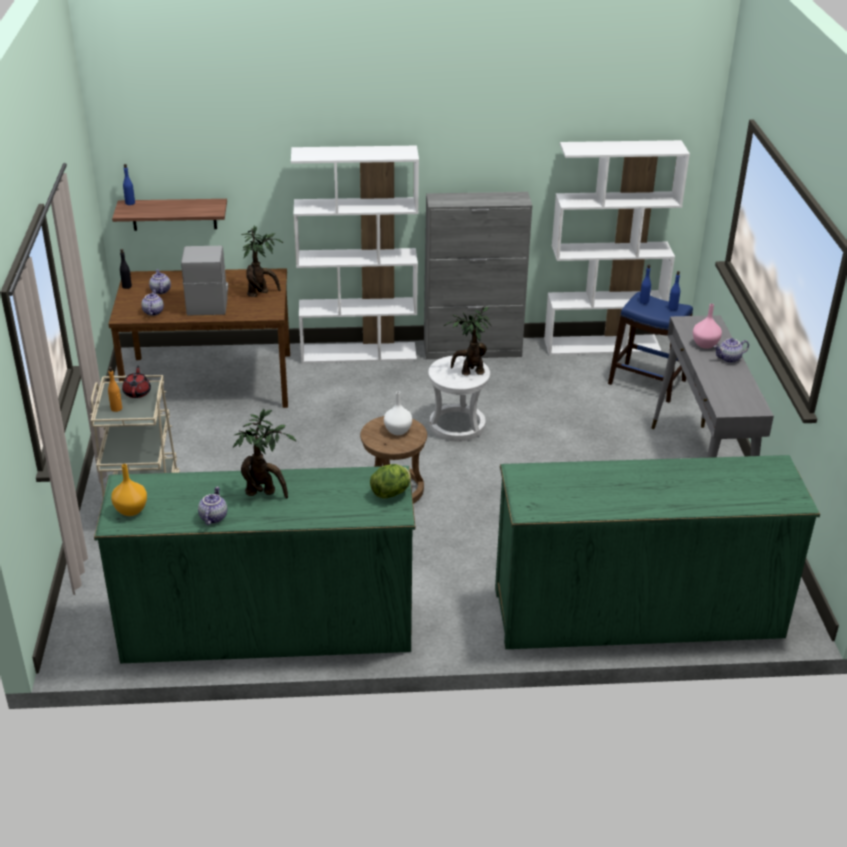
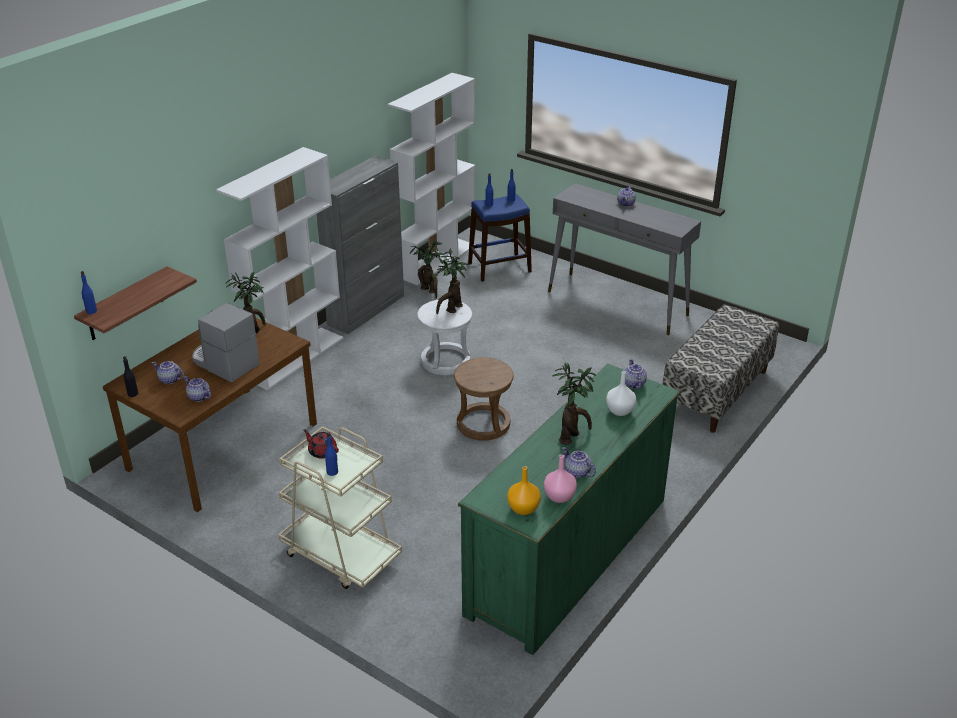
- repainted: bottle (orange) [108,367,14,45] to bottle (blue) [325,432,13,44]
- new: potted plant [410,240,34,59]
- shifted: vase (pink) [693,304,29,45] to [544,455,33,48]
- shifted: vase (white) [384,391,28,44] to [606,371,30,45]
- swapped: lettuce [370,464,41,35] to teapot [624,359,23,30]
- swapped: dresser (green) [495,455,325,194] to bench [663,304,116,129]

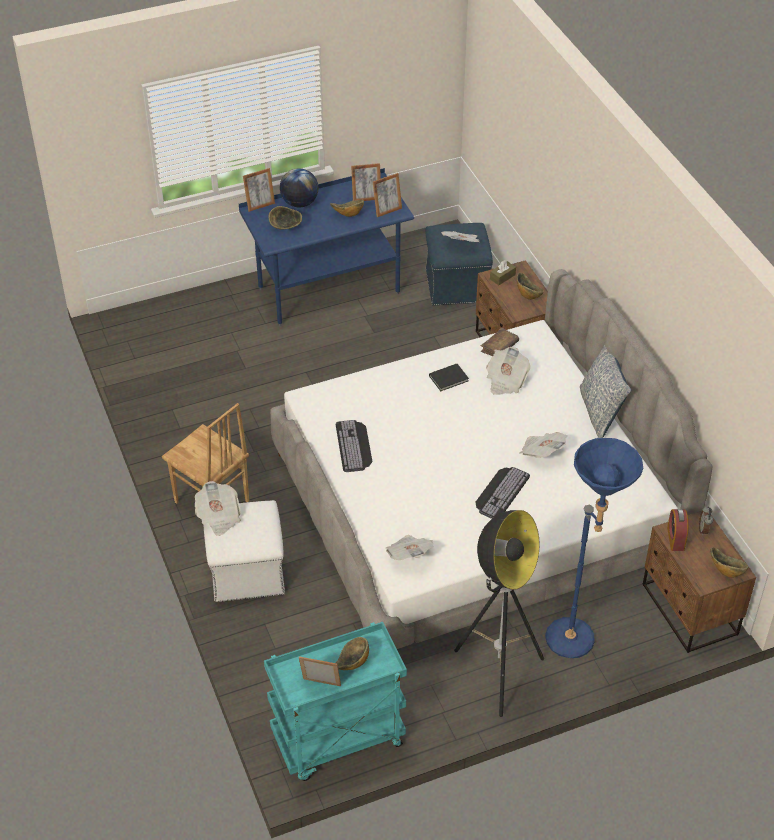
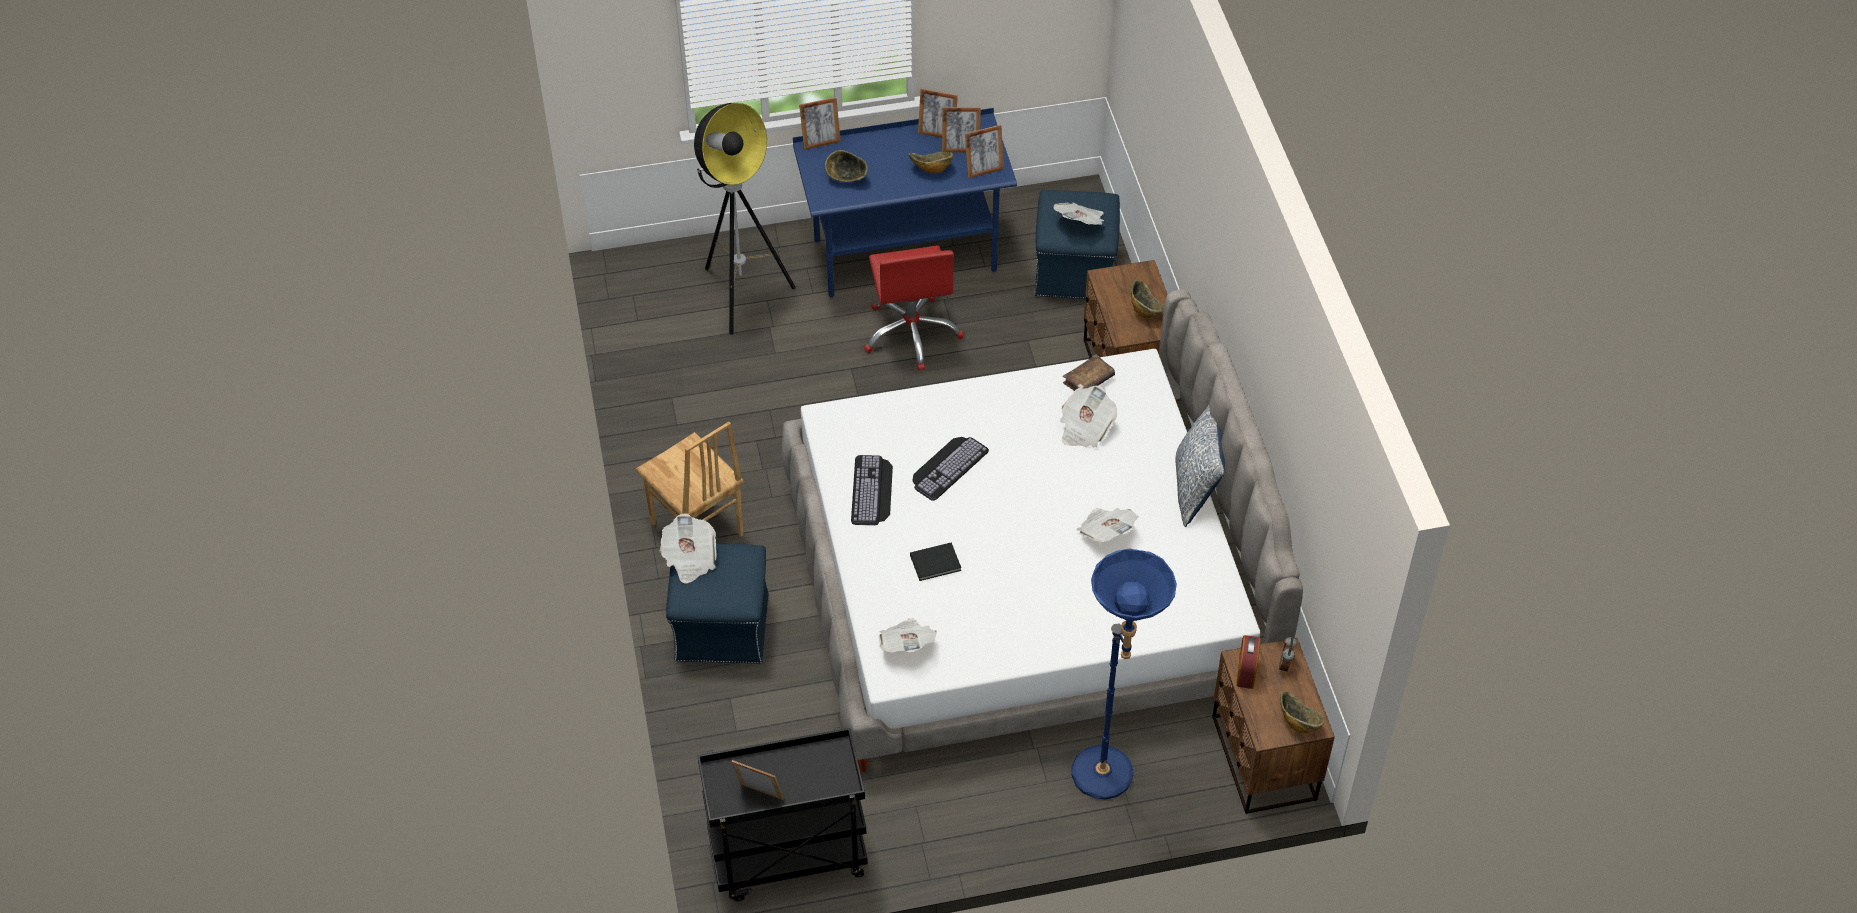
- repainted: ottoman (white) [203,500,82,102] to ottoman (blue) [666,544,103,119]
- shifted: floor lamp [454,510,90,207] to [694,103,102,232]
- repainted: cart (turquoise) [264,622,143,159] to cart (black) [697,727,171,174]
- new: office chair (red) [864,245,100,125]
- shifted: book (black) [429,364,40,27] to [910,542,51,39]
- shifted: keyboard [476,467,54,52] to [912,437,77,64]
- new: picture frame [918,89,40,49]
- gone: globe [280,168,39,40]
- gone: bowl [336,637,33,33]
- gone: tissue box (brown) [490,260,26,25]

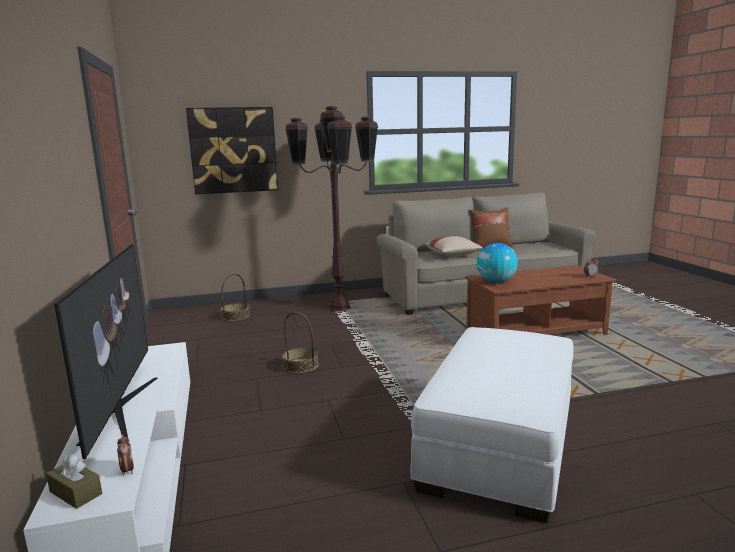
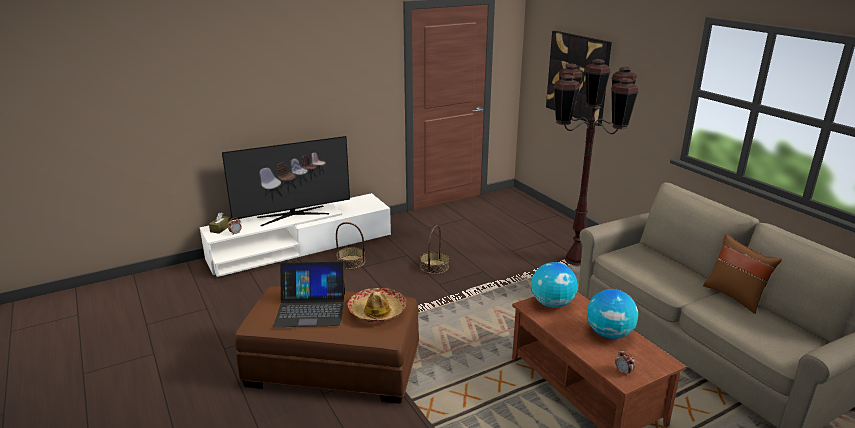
- repainted: ottoman (white) [411,327,163,196] to ottoman (brown) [234,286,185,118]
- new: laptop [273,261,72,66]
- shifted: basket [220,273,30,48] to [336,222,29,47]
- new: hat [348,288,58,34]
- new: globe [587,289,51,50]
- gone: pillow (beige) [424,236,59,20]

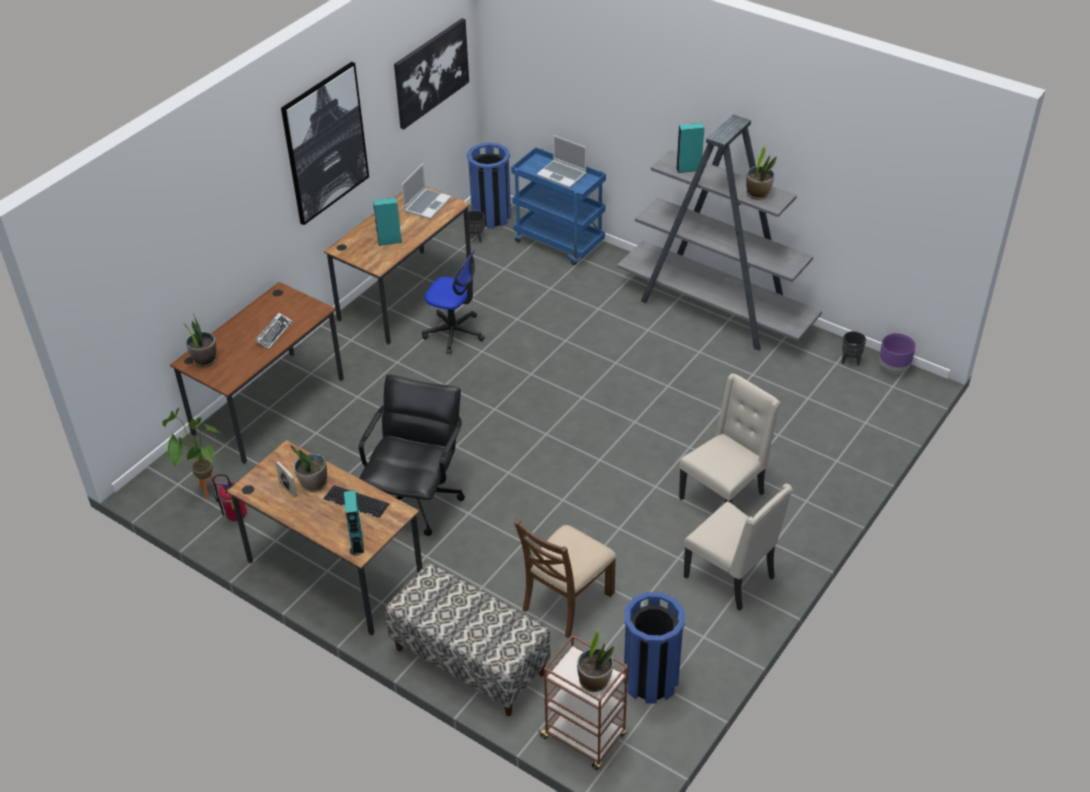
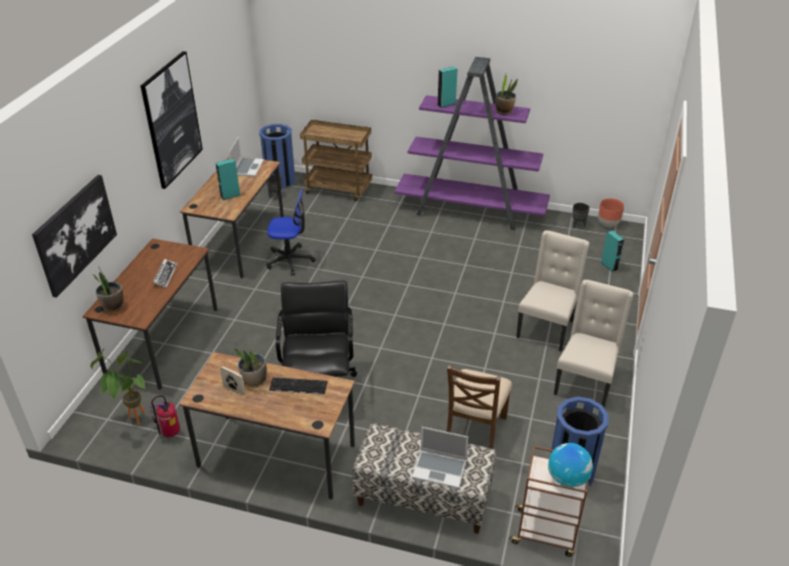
- shifted: picture [394,18,75,111] to [32,175,85,123]
- repainted: cart (blue) [511,147,95,118] to cart (brown) [300,120,72,81]
- repainted: bookcase (grey) [617,114,205,237] to bookcase (purple) [394,57,156,173]
- shifted: laptop [537,135,50,53] to [412,427,56,62]
- swapped: potted plant [577,628,37,64] to globe [548,443,45,44]
- rotated: chair (beige) [684,483,109,128] = [554,280,79,128] 90 degrees counterclockwise
- repainted: planter (purple) [879,333,37,41] to planter (brown) [598,198,26,29]
- shifted: speaker (turquoise) [344,490,20,65] to [601,230,23,42]

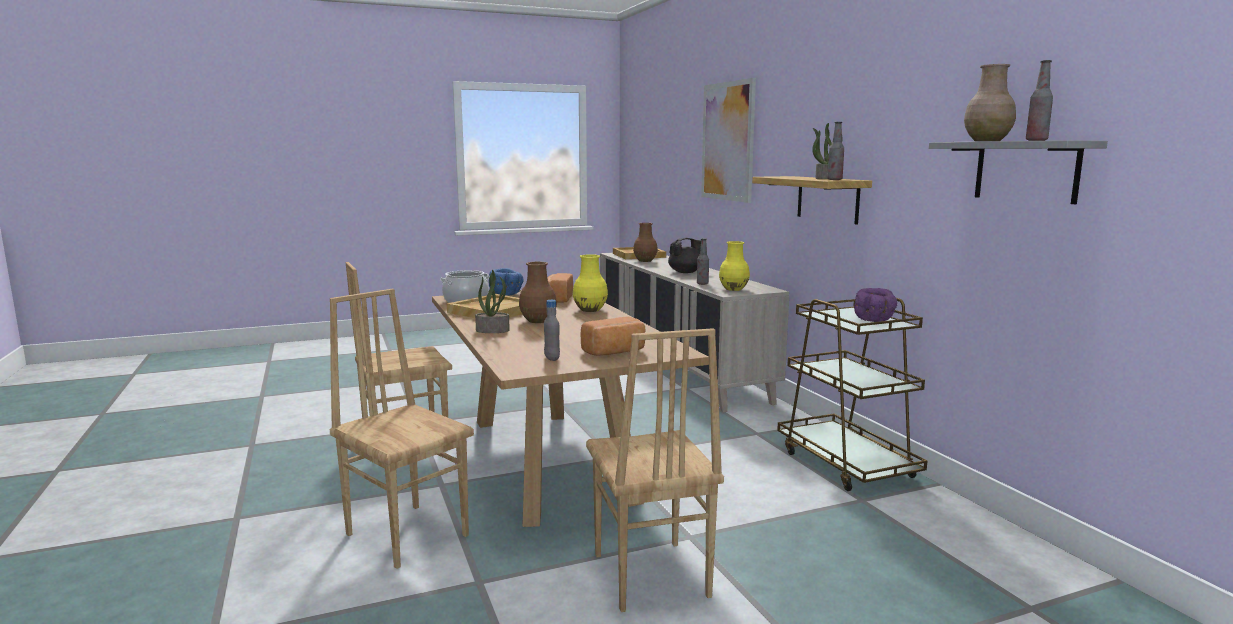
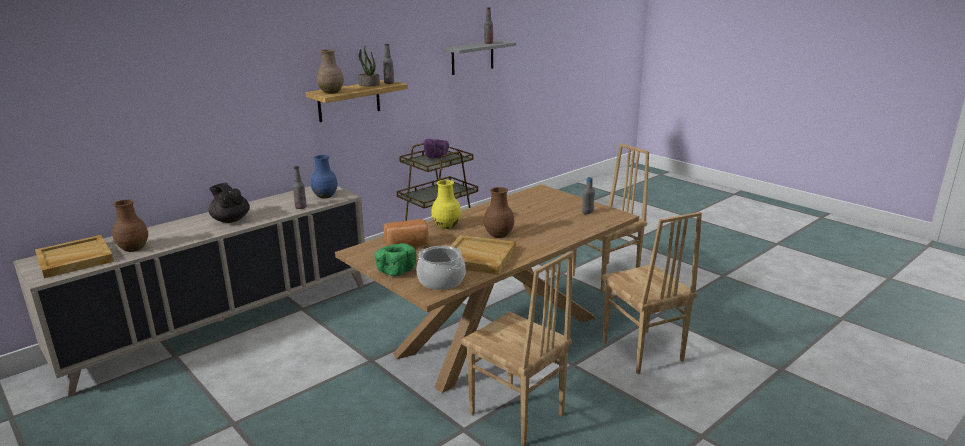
- repainted: vase (yellow) [719,241,31,50] to vase (blue) [311,155,27,44]
- shifted: vase (brown) [964,64,52,77] to [317,49,27,45]
- repainted: bowl (blue) [489,268,35,28] to bowl (green) [375,243,42,33]
- rotated: chair (brown) [330,289,144,280] = [601,212,101,162] 45 degrees counterclockwise
- gone: potted plant [475,270,35,63]
- gone: bread [580,316,66,40]
- gone: picture [701,78,55,125]

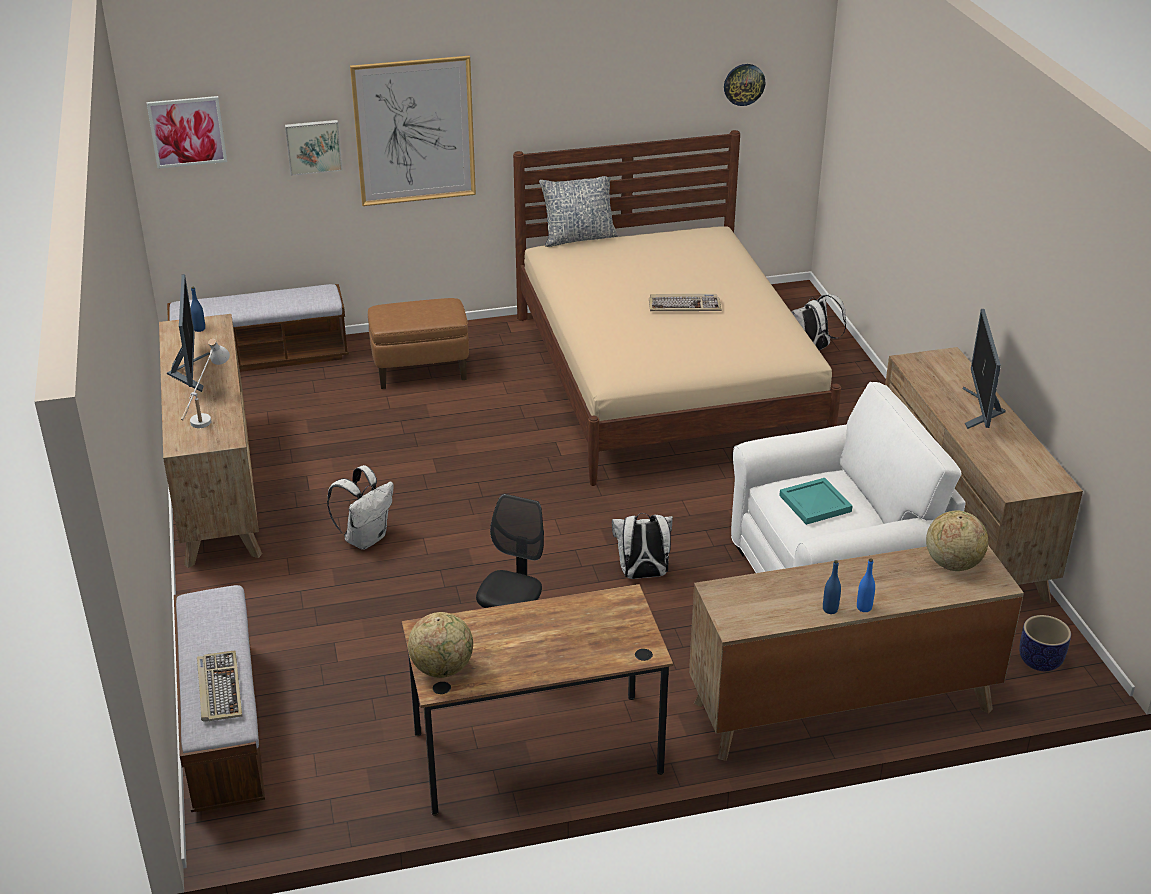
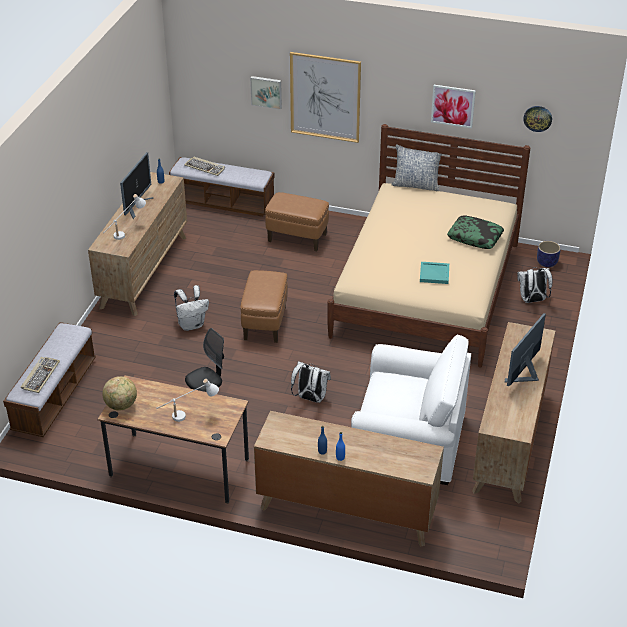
- new: table lamp (white) [156,379,63,43]
- shifted: keyboard [649,294,72,17] to [184,157,41,19]
- new: ottoman (brown) [240,270,48,73]
- shifted: tray (turquoise) [779,478,73,47] to [420,262,29,22]
- shifted: picture [147,96,80,73] to [431,85,45,43]
- new: pillow [447,215,57,34]
- shifted: planter [1019,615,52,56] to [537,241,24,26]
- gone: globe [926,510,62,61]

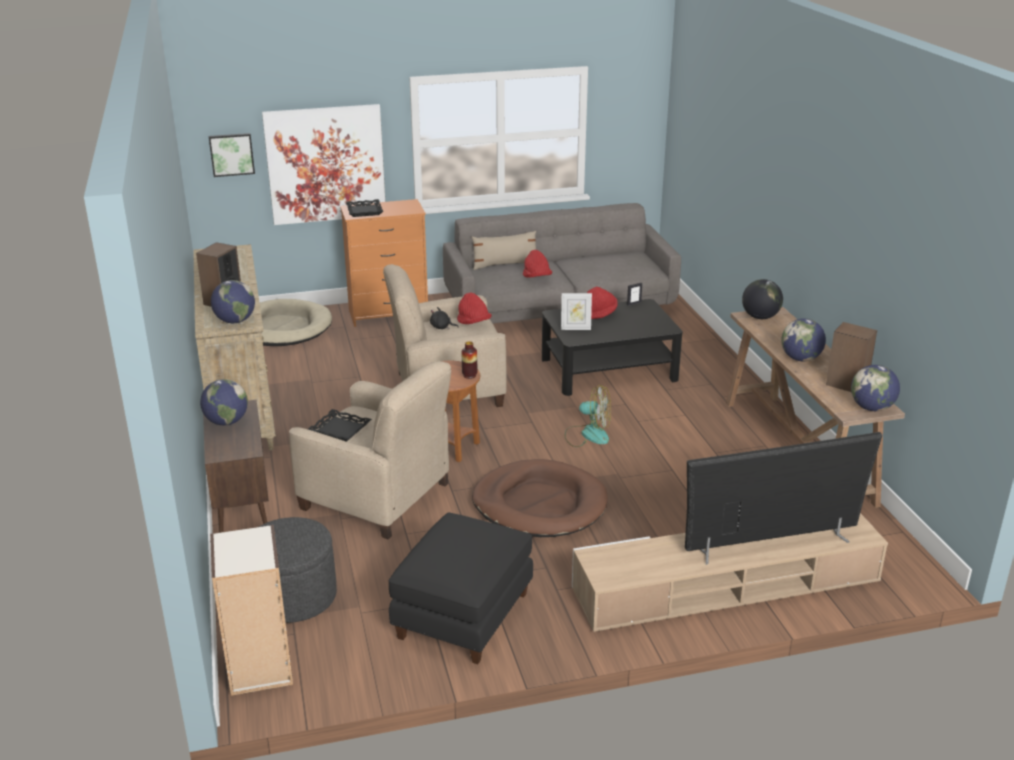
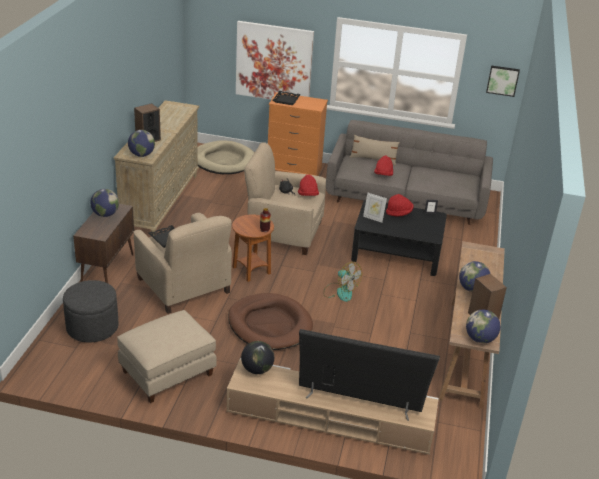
- repainted: ottoman (black) [388,513,145,151] to ottoman (beige) [117,310,100,93]
- shifted: globe [742,279,41,40] to [241,341,33,33]
- shifted: picture [209,133,46,44] to [486,65,34,32]
- gone: bookcase [210,525,83,171]

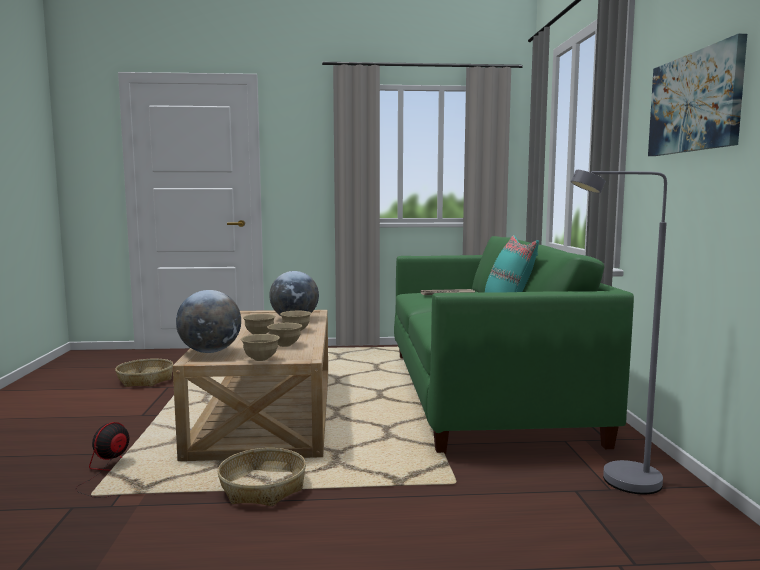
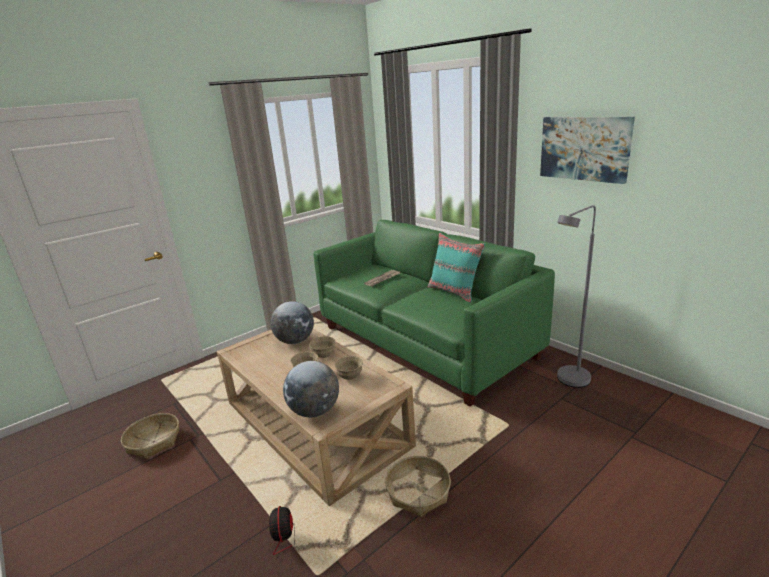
- gone: bowl (beige) [241,334,39,27]

